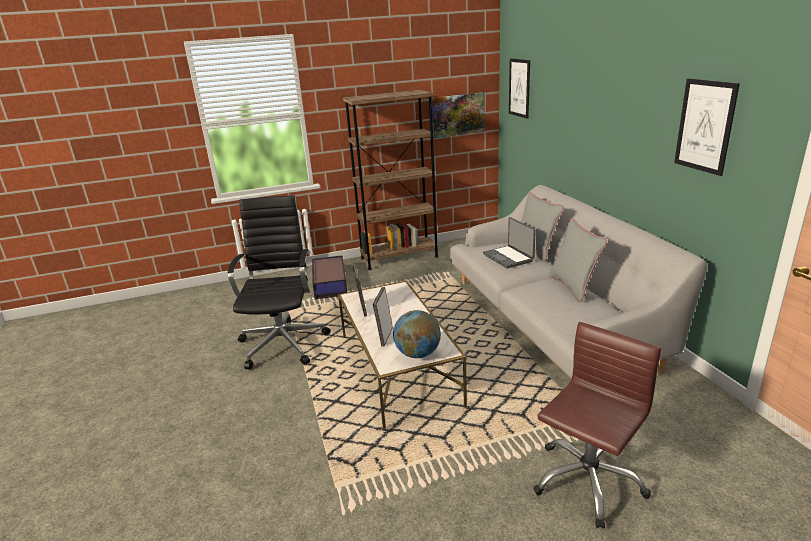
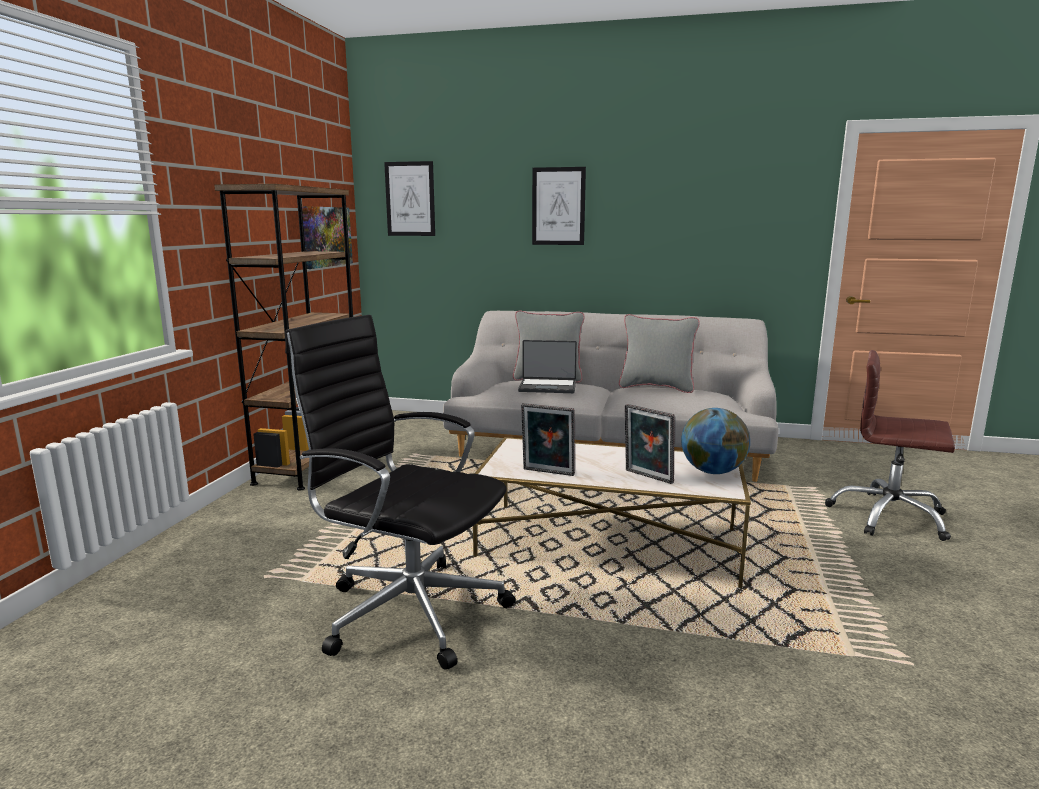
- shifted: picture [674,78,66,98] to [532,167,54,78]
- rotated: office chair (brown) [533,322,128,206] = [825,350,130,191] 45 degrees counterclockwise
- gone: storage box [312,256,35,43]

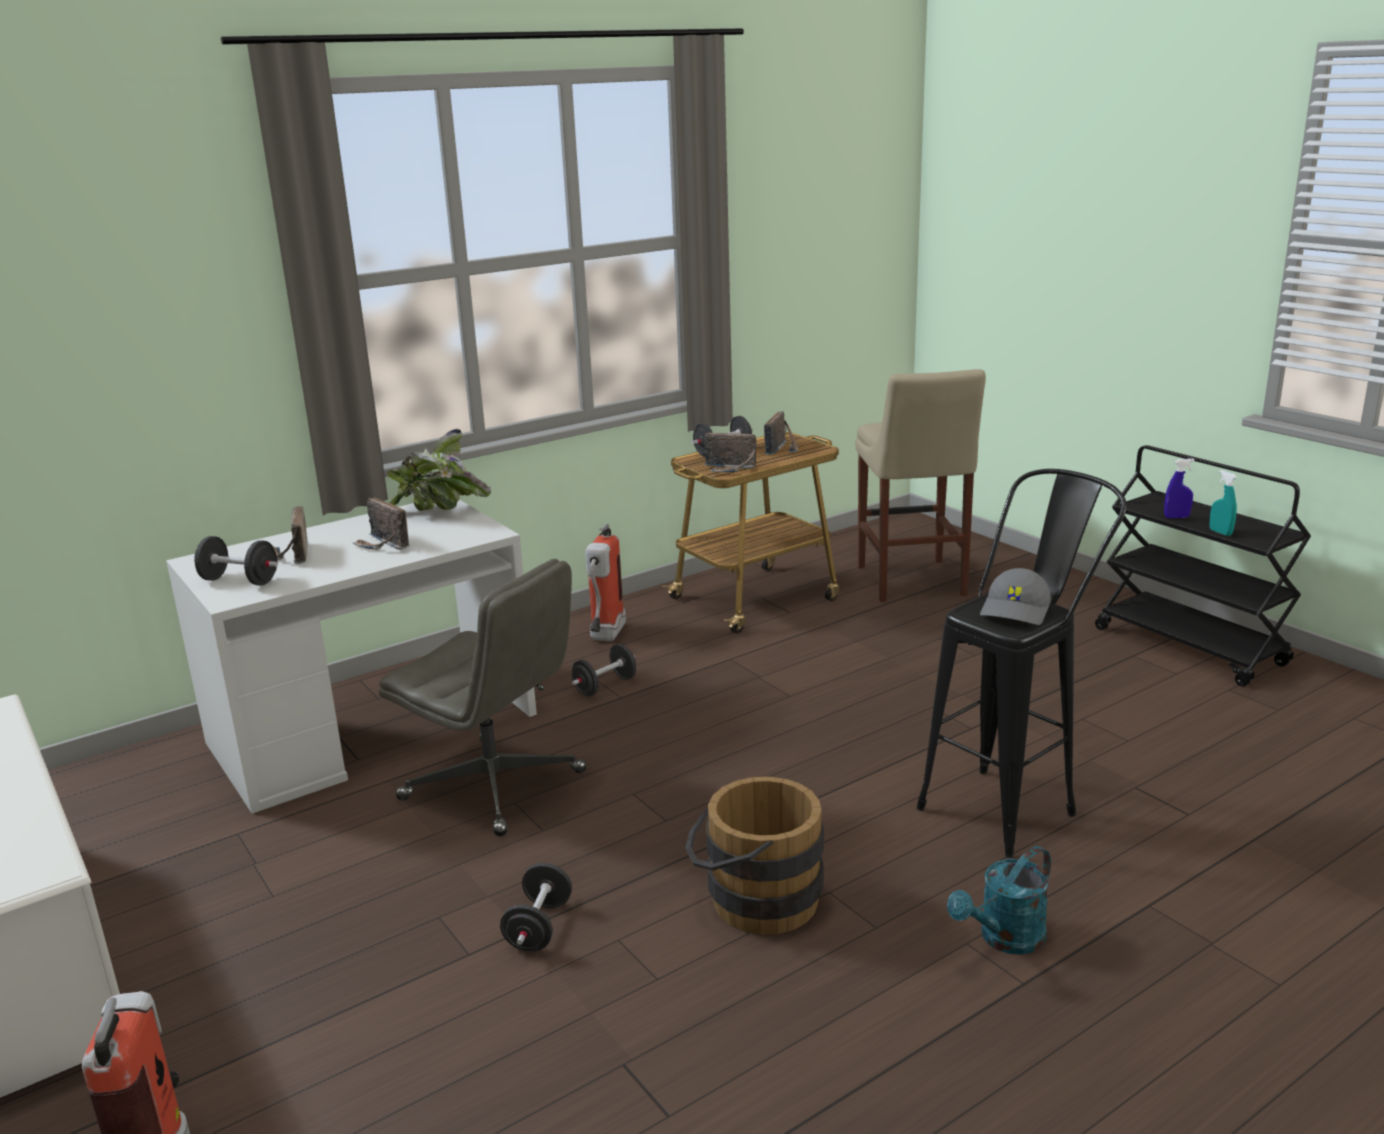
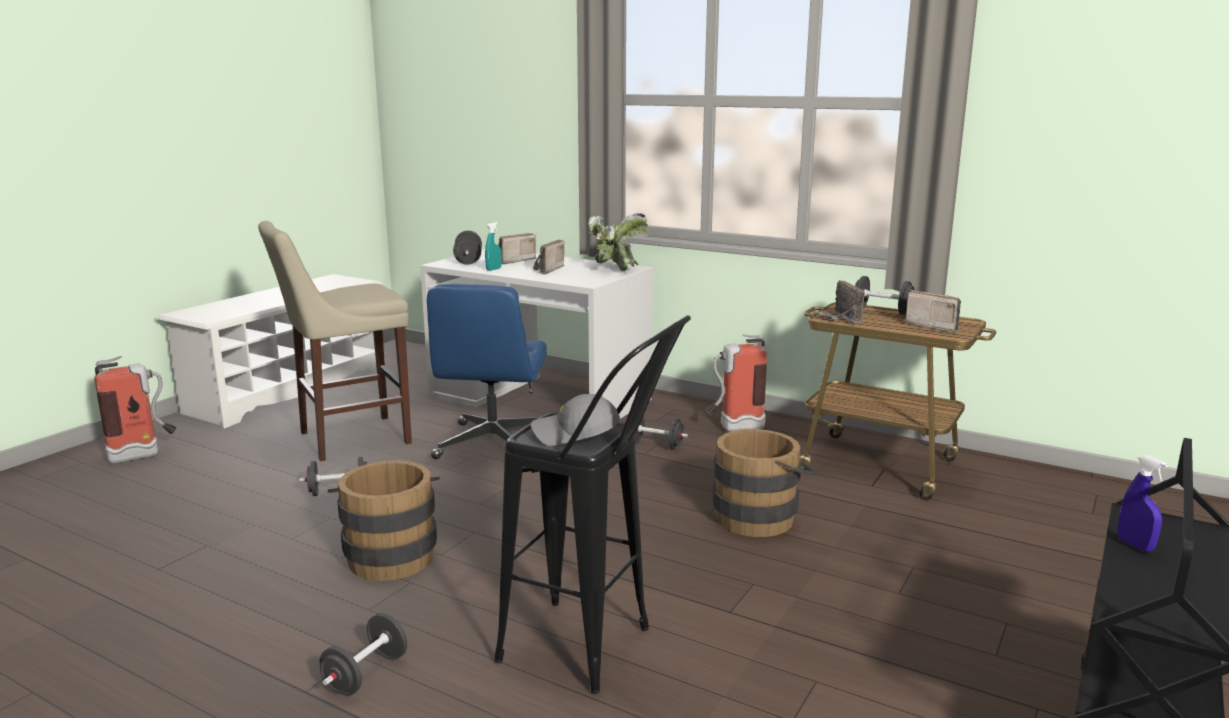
- shifted: stool (beige) [855,369,131,233] to [258,221,154,240]
- swapped: watering can (turquoise) [947,846,104,109] to dumbbell (black) [320,613,87,83]
- repainted: office chair (grey) [379,559,208,277] to office chair (blue) [427,284,120,175]
- shifted: spray bottle (turquoise) [1209,470,28,66] to [485,222,17,49]
- new: bucket (brown) [713,429,104,108]
- rotated: radio [764,411,34,44] = [905,290,56,42] 135 degrees counterclockwise

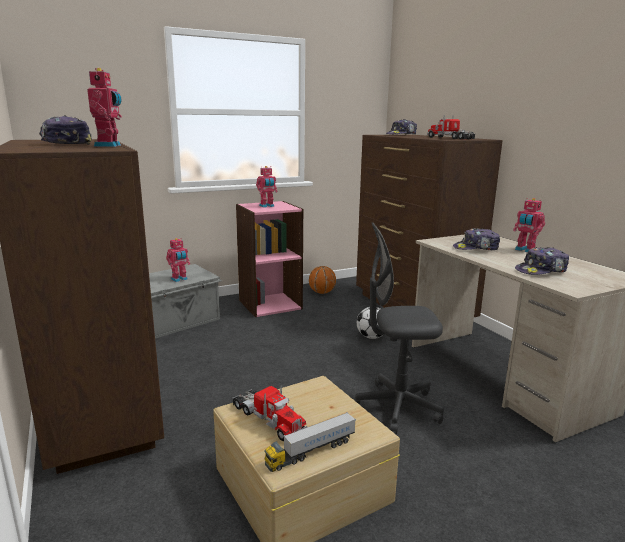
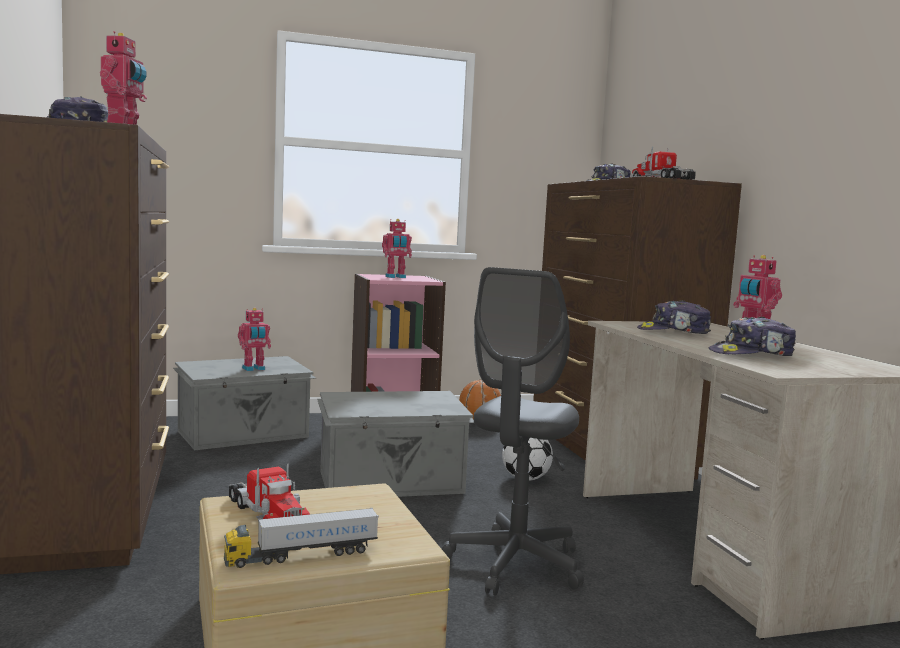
- new: storage box (grey) [317,391,157,106]
- rotated: office chair (grey) [353,222,91,212] = [442,267,142,329] 75 degrees counterclockwise

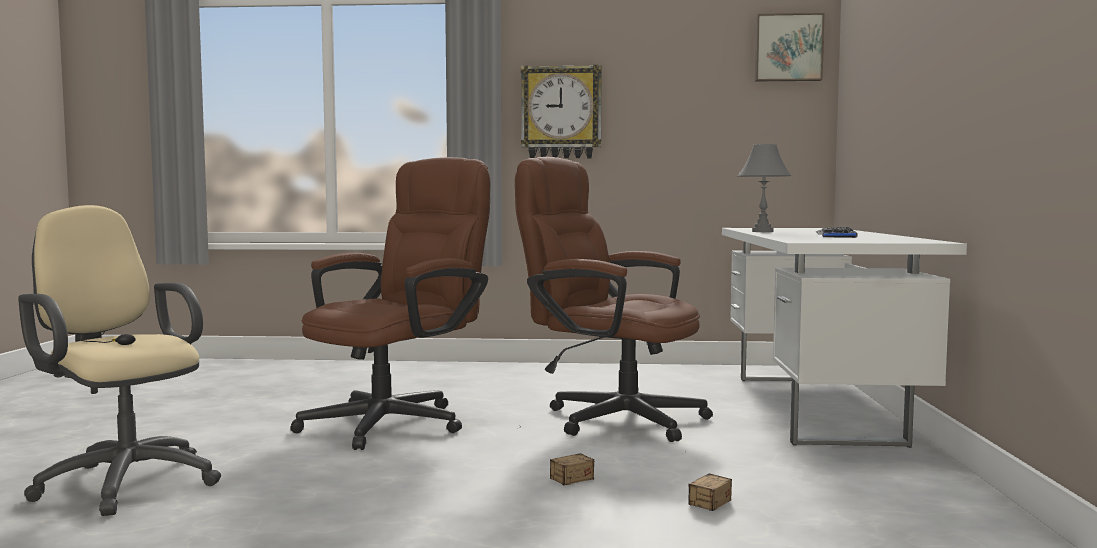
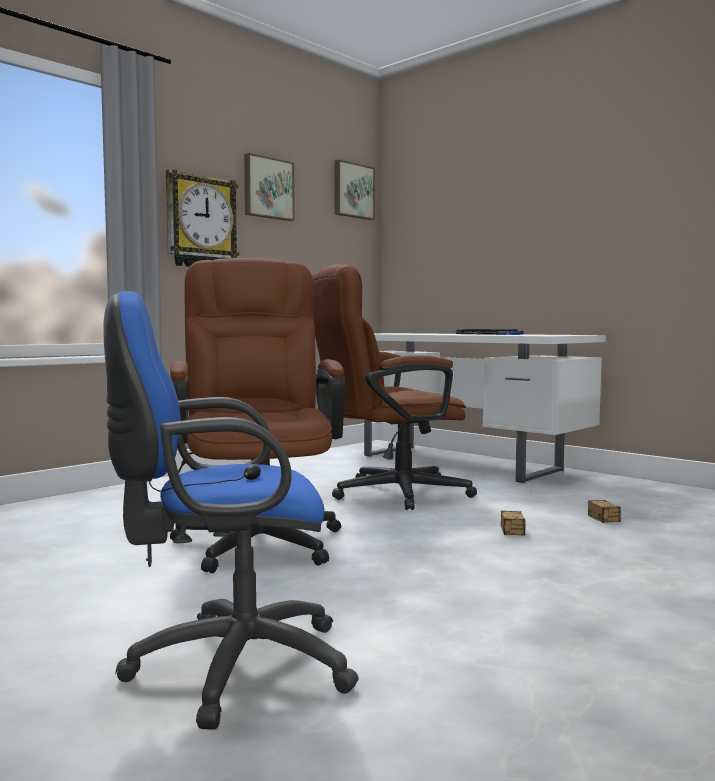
- repainted: office chair (beige) [18,205,203,311] to office chair (blue) [103,291,256,439]
- new: picture [244,153,51,68]
- gone: table lamp (grey) [738,144,53,88]

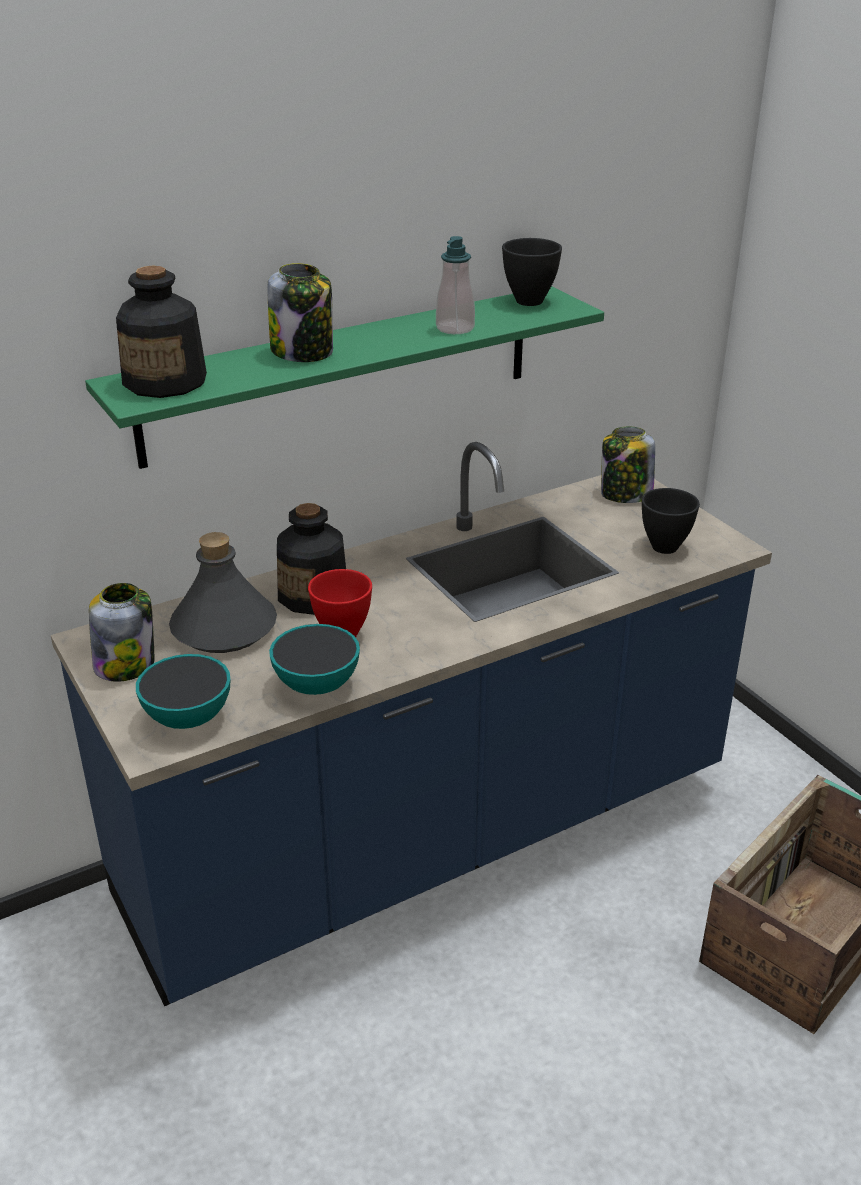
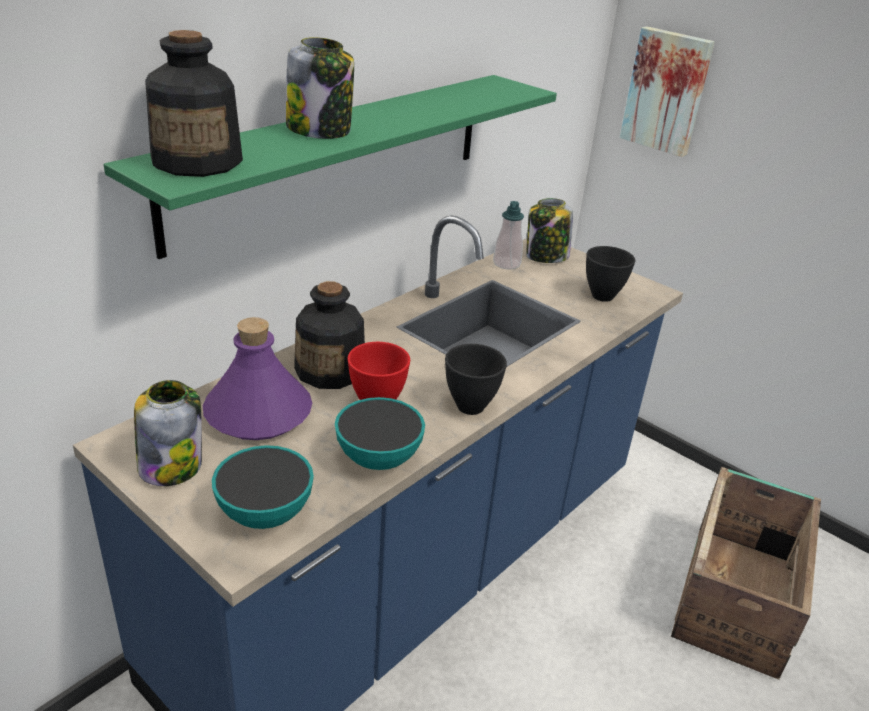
- repainted: bottle (grey) [169,532,108,121] to bottle (purple) [203,317,109,123]
- shifted: bowl (black) [502,238,60,68] to [445,344,62,71]
- shifted: soap dispenser [436,236,39,98] to [493,201,31,69]
- new: picture [620,26,95,131]

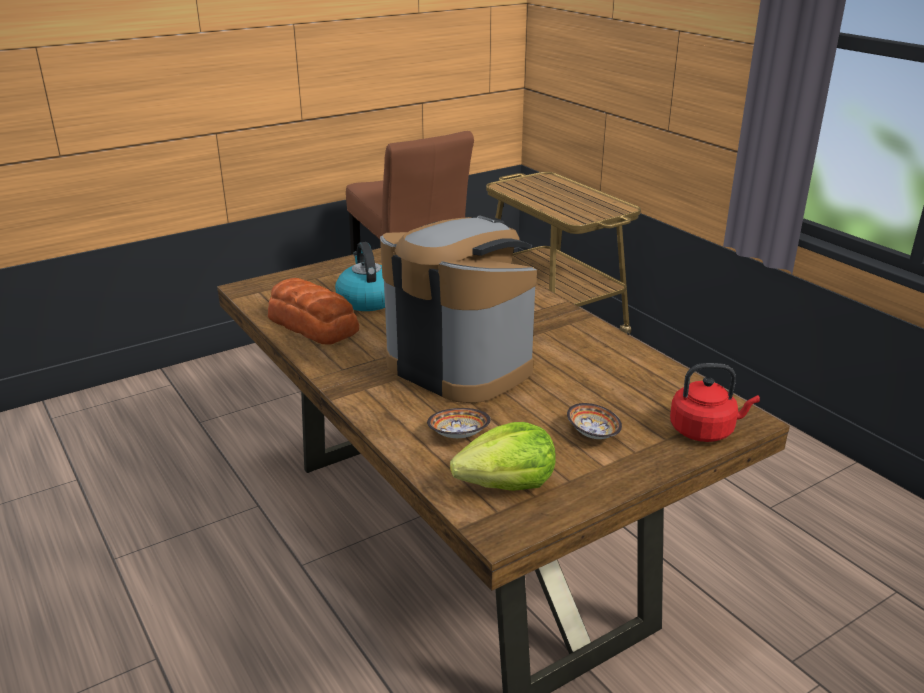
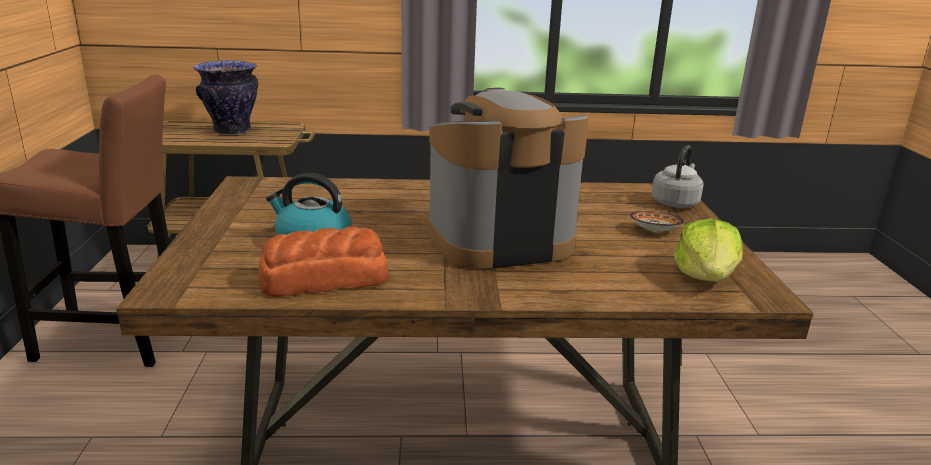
- new: vase [193,60,65,75]
- repainted: kettle (red) [670,363,90,79] to kettle (grey) [652,145,52,63]
- gone: bowl [427,408,64,30]

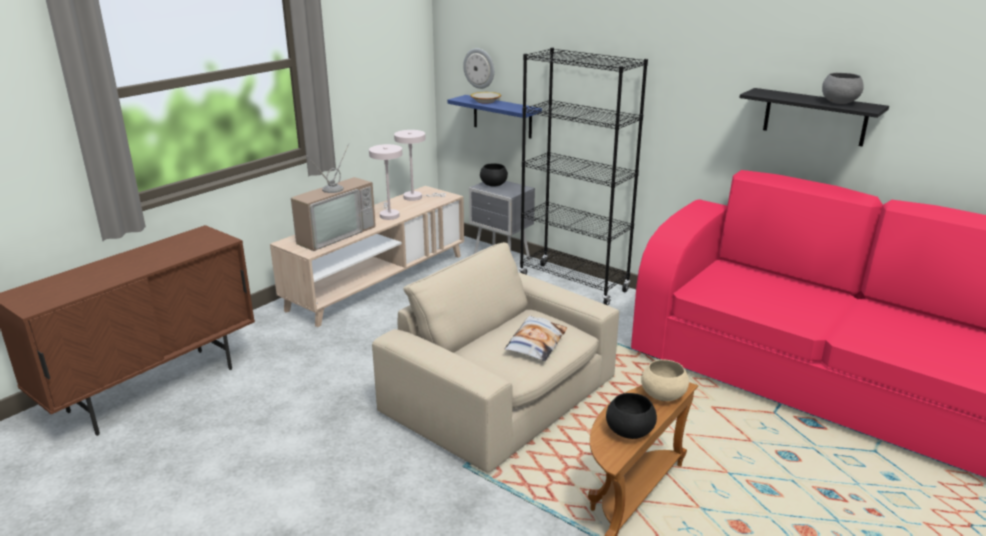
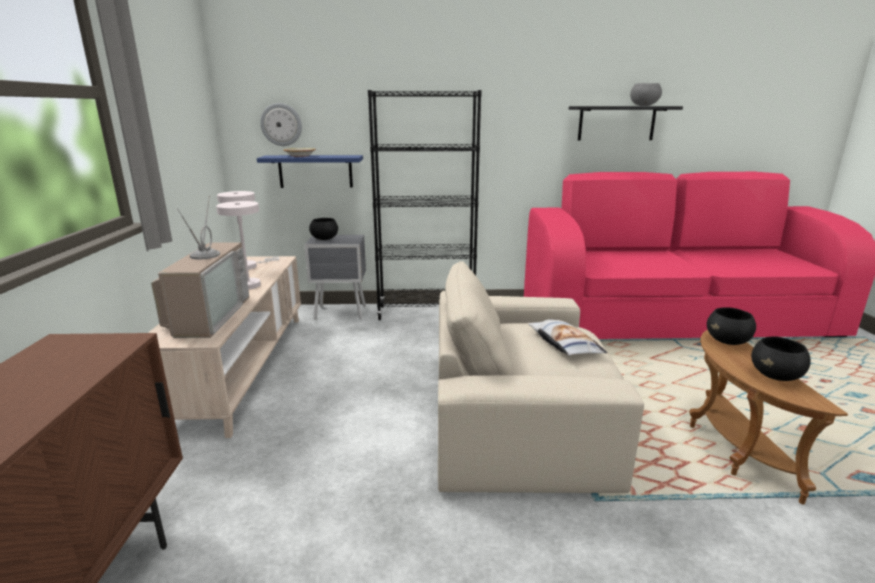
- repainted: bowl (beige) [641,359,48,42] to bowl (black) [707,307,49,38]

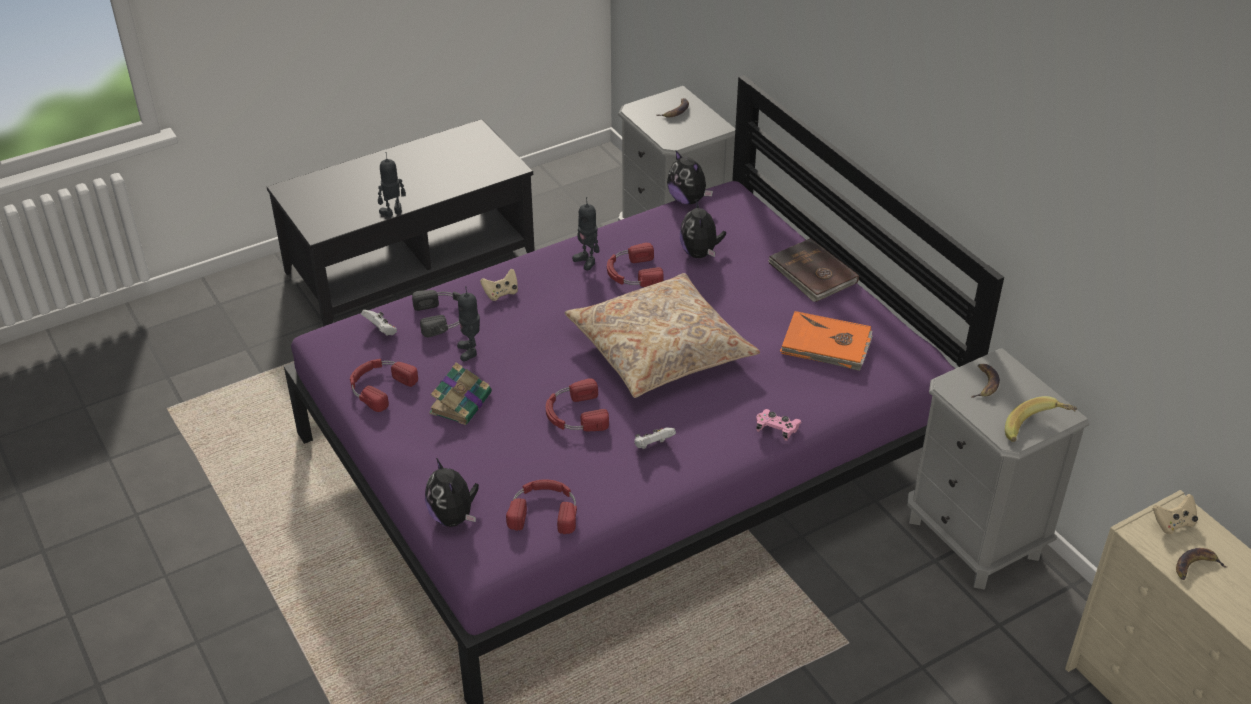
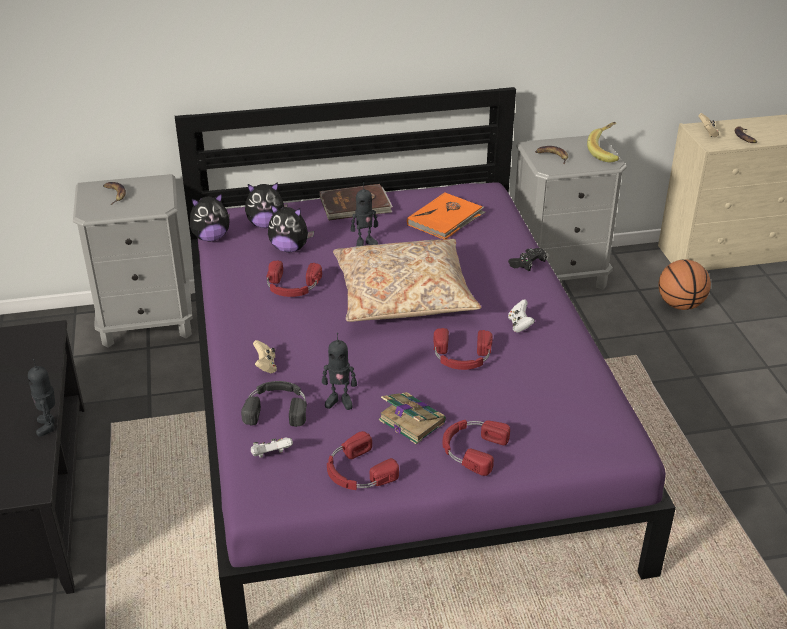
- shifted: plush toy [425,458,54,69] to [245,182,43,46]
- shifted: toy robot [572,197,28,74] to [351,182,27,65]
- shifted: headphones (red) [506,479,71,55] to [443,420,67,56]
- repainted: game controller (pink) [756,409,46,32] to game controller (black) [508,248,39,23]
- new: basketball [659,259,52,51]

